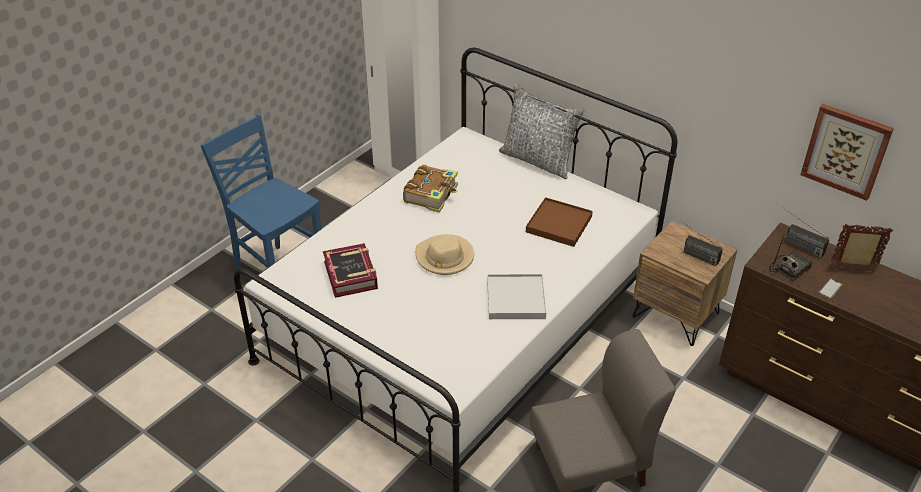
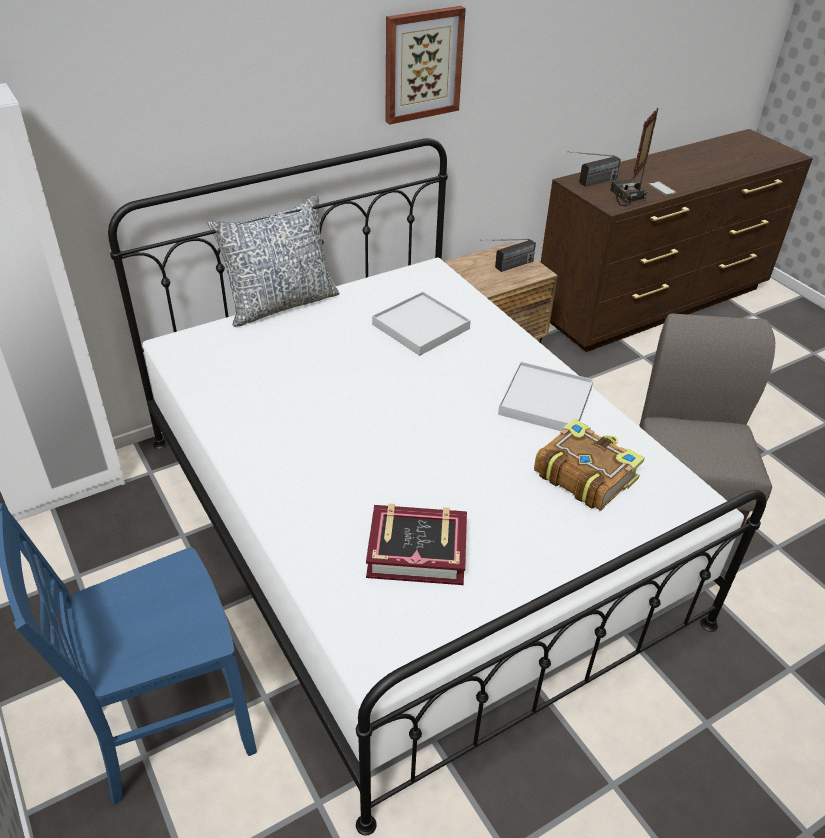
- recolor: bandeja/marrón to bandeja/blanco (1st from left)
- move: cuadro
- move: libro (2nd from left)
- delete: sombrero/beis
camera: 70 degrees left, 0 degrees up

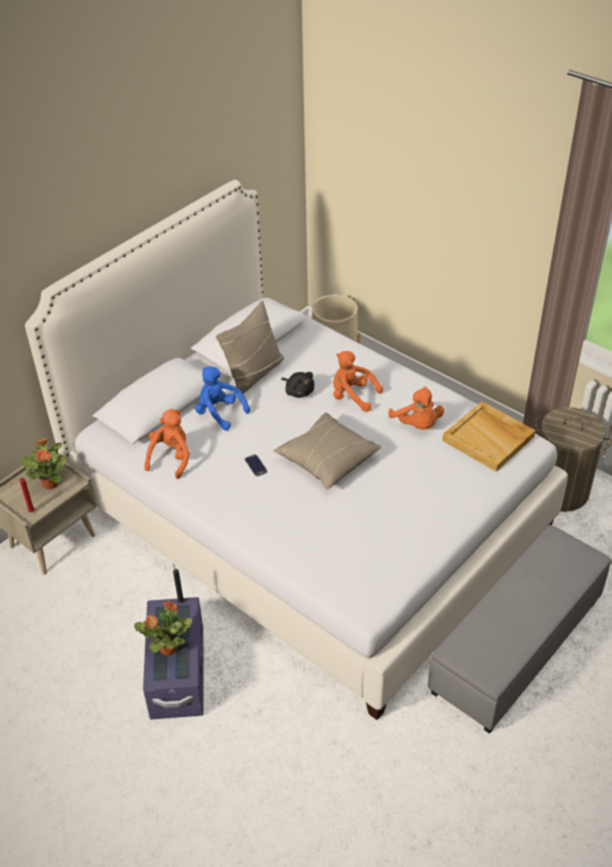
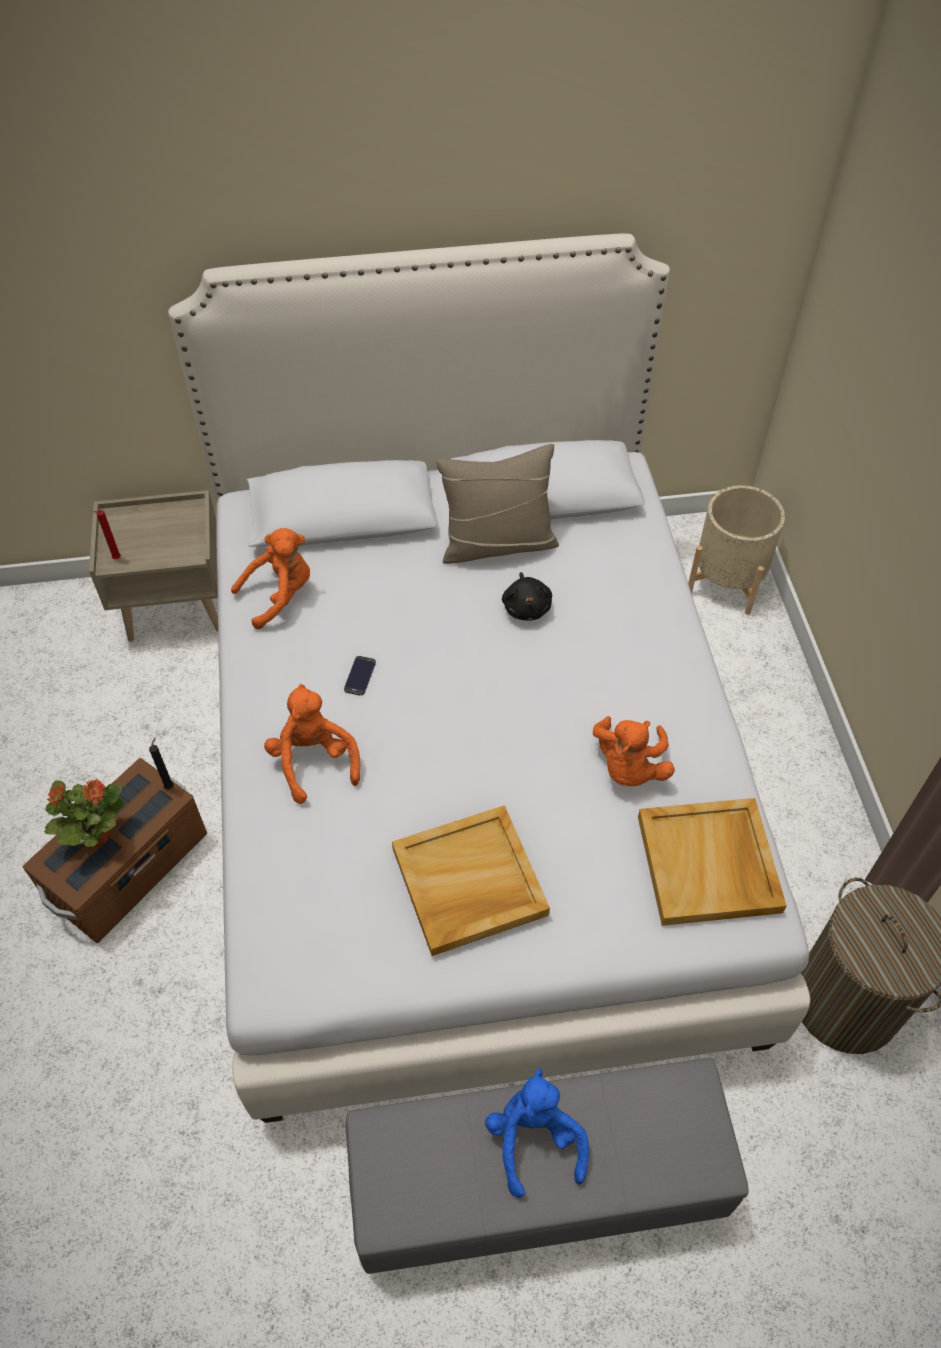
- recolor: caja de almacenaje/morado to caja de almacenaje/marrón
- move: peluche/naranja (2nd from left)
- insert: bandeja/beis (1st from left)
- move: peluche/azul
- delete: planta en maceta (1st from left)
- delete: cojín/beis (2nd from left)
camera: 40 degrees right, 10 degrees up

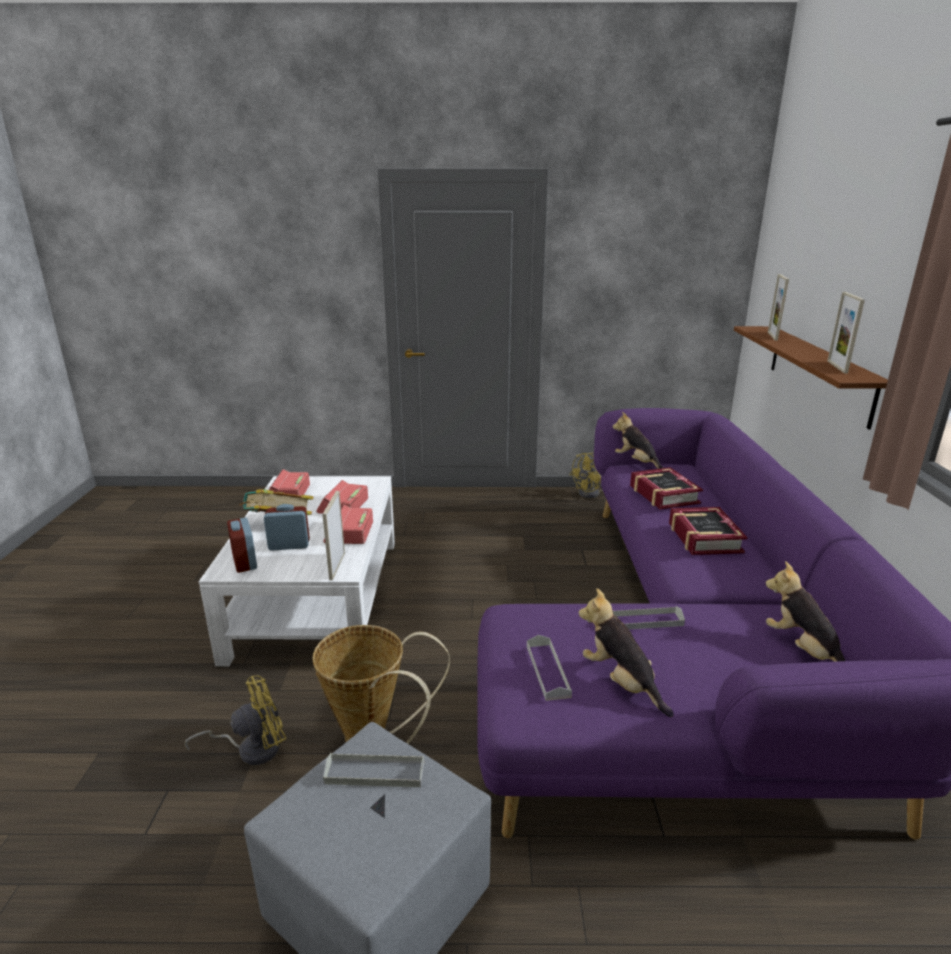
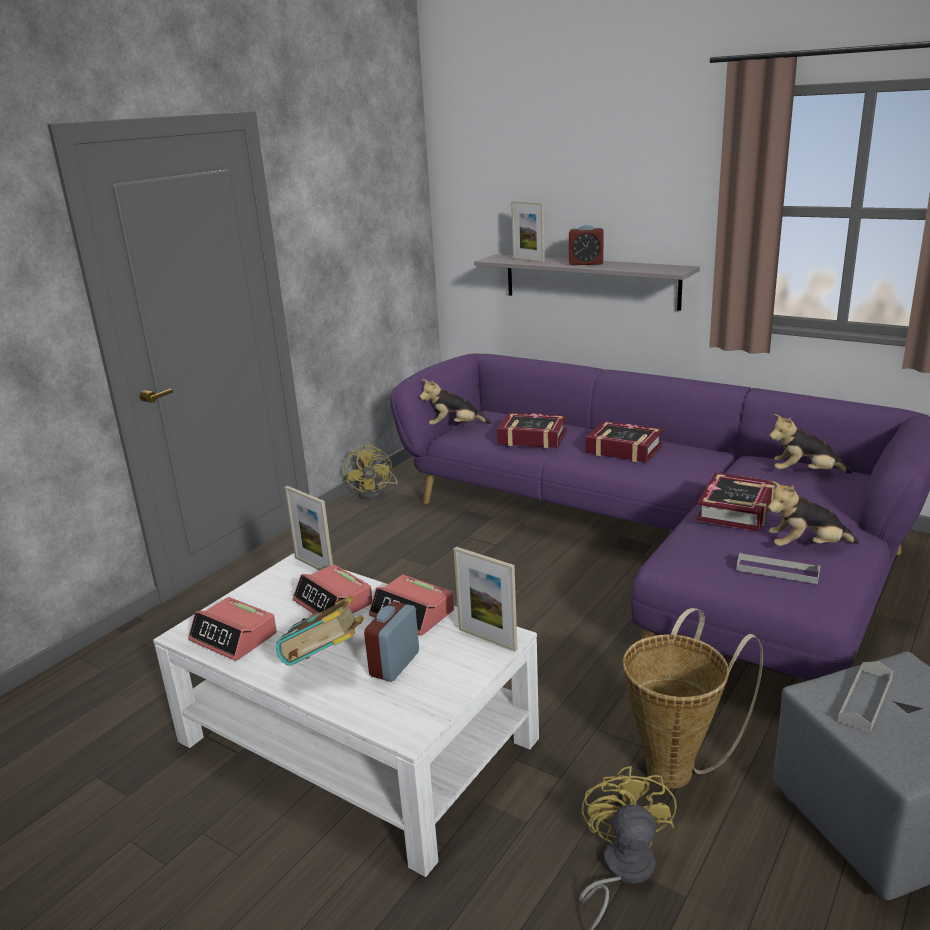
- move: portarretratos (3rd from left in the first image) to portarretratos (1st from left)
- recolor: estante/marrón to estante/gris
- move: despertador (1st from left in the first image) to despertador (5th from left)
- replace: bandeja/gris (3rd from left) to libro (4th from left)
camera: 55 degrees left, 0 degrees up

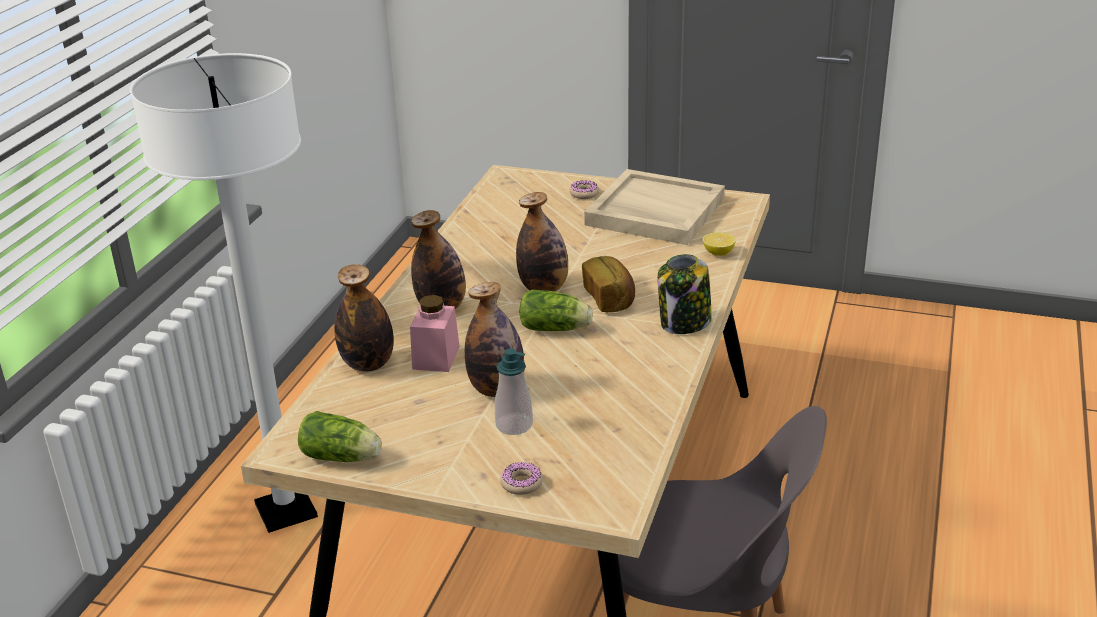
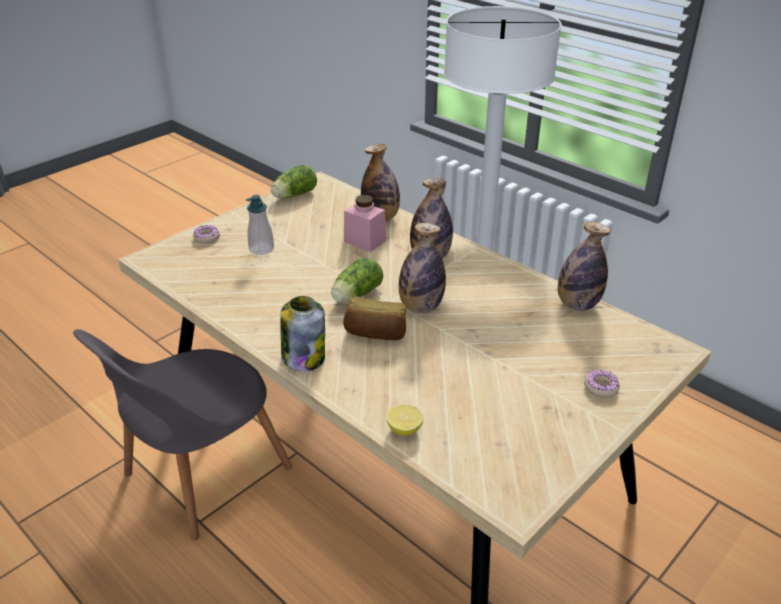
- move: botella (3rd from left in the first image) to botella (4th from left)
- delete: bandeja/beis
camera: 115 degrees right, 5 degrees up

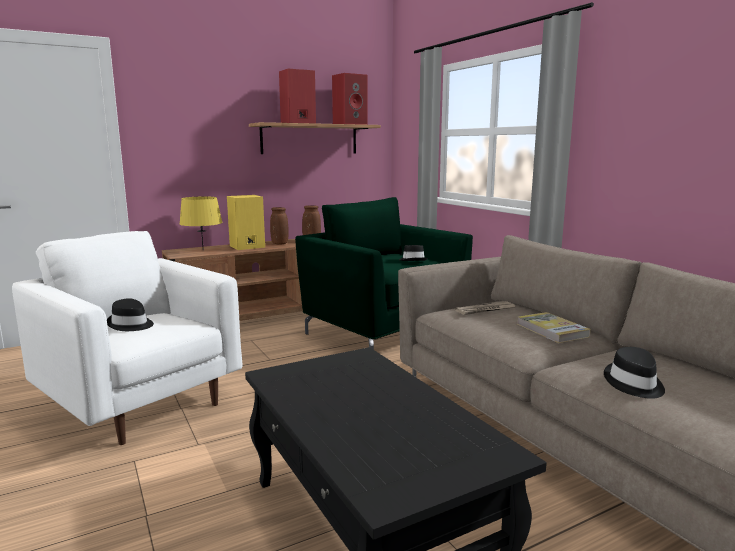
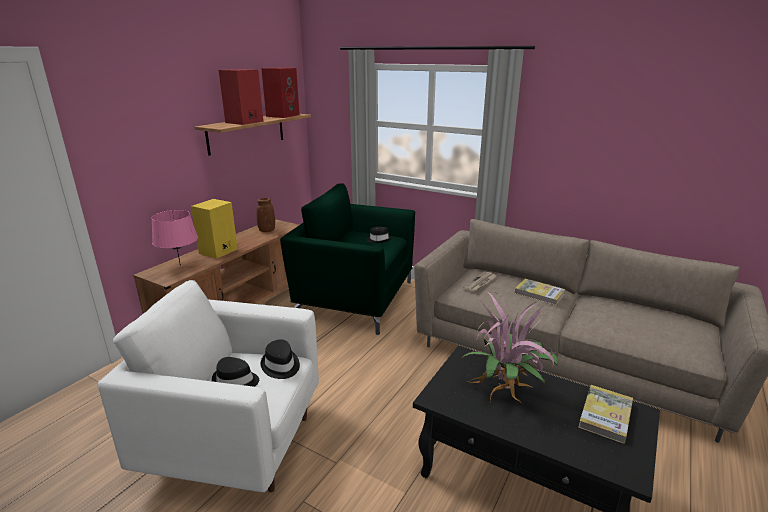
- recolor: lámpara de mesa/amarillo to lámpara de mesa/rosa
- move: sombrero/negro (3rd from left in the first image) to sombrero/negro (2nd from left)
- insert: planta en maceta
- insert: libro (2nd from left)
- delete: florero/marrón (1st from left)
camera: 30 degrees left, 10 degrees up

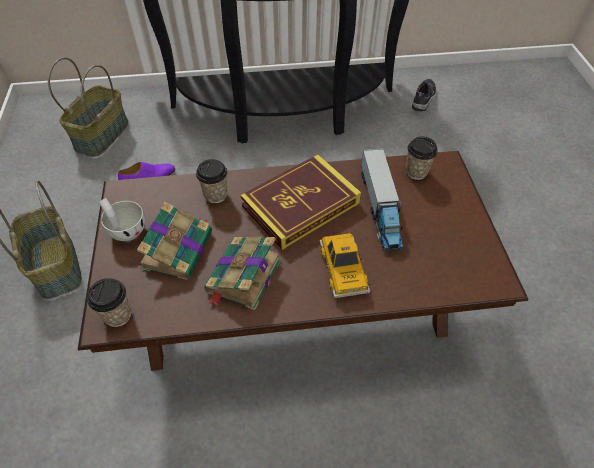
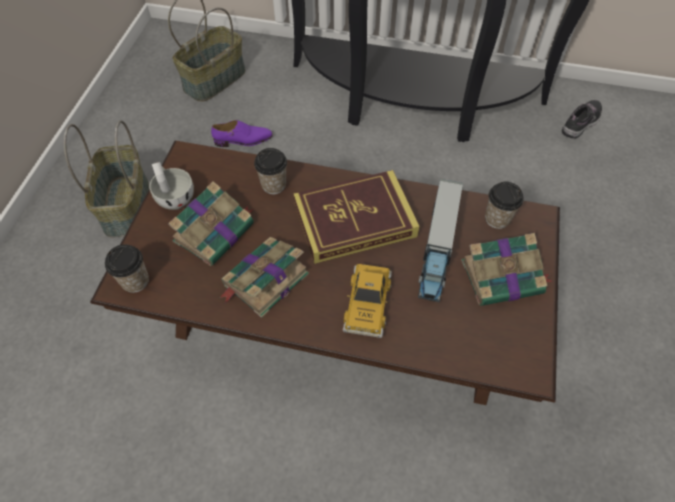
- insert: libro (4th from left)
camera: 20 degrees right, 5 degrees up

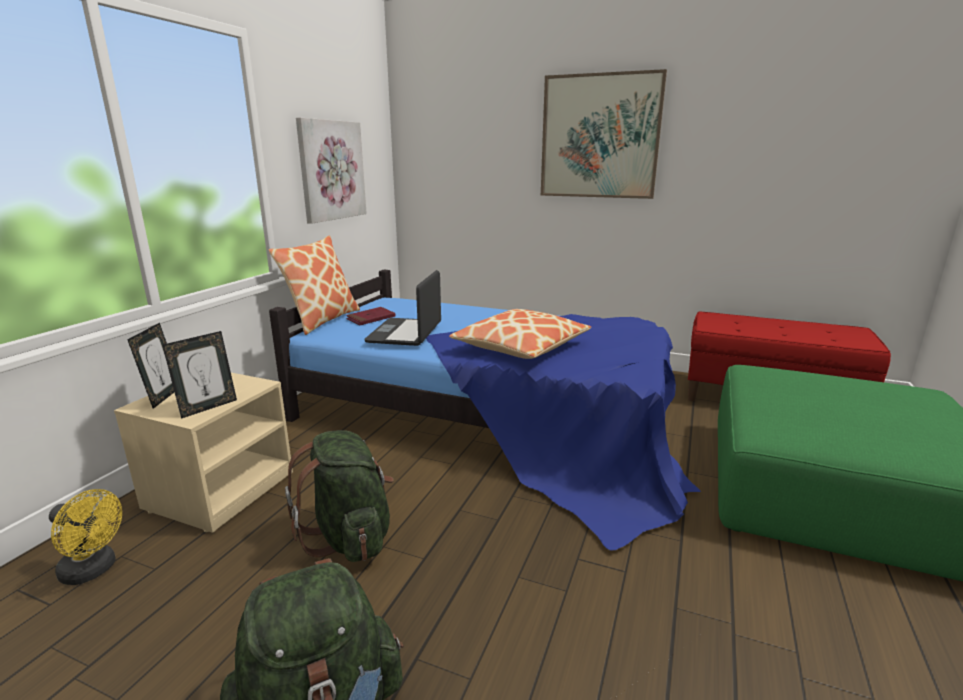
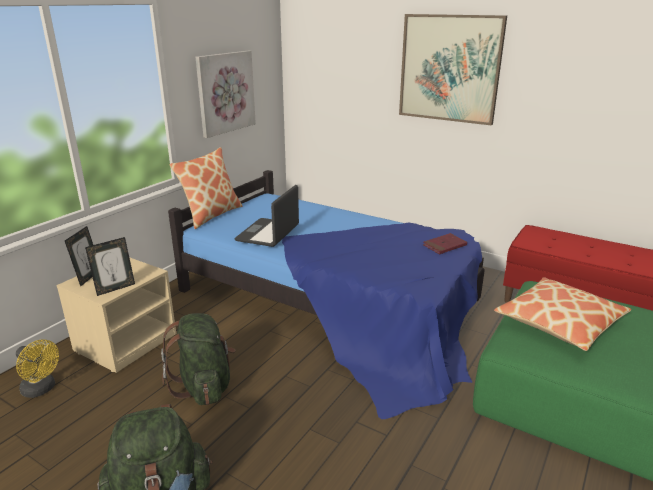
- move: libro/rojo
- move: cojín (2nd from left)
camera: 10 degrees right, 5 degrees up

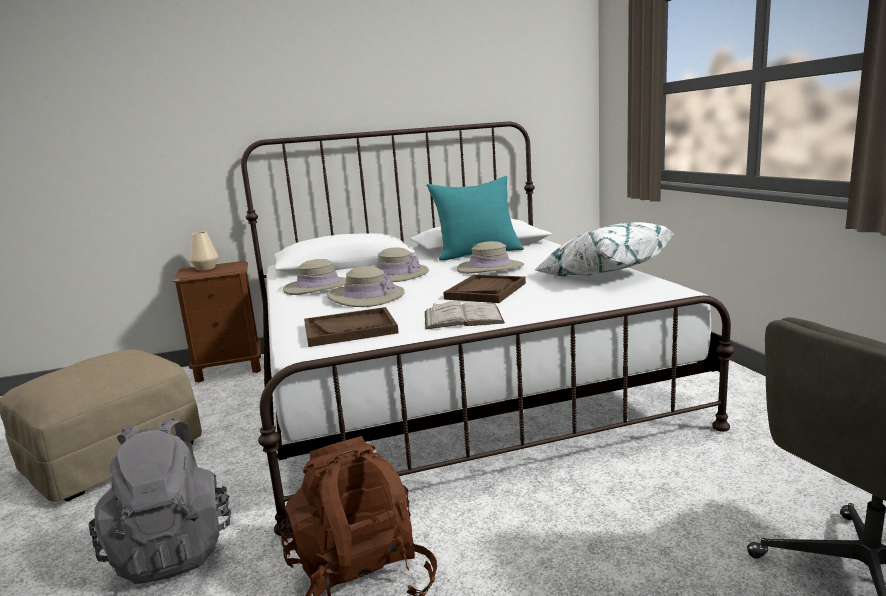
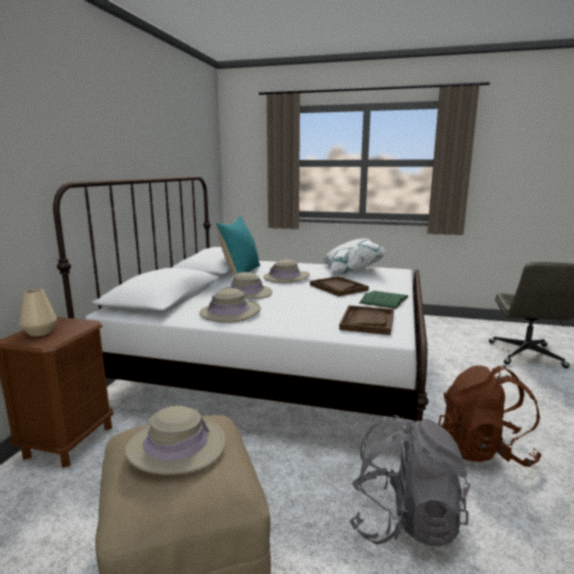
- move: sombrero/beis (2nd from left in the first image) to sombrero/beis (1st from left)
- recolor: libro/blanco to libro/verde
camera: 60 degrees left, 0 degrees up

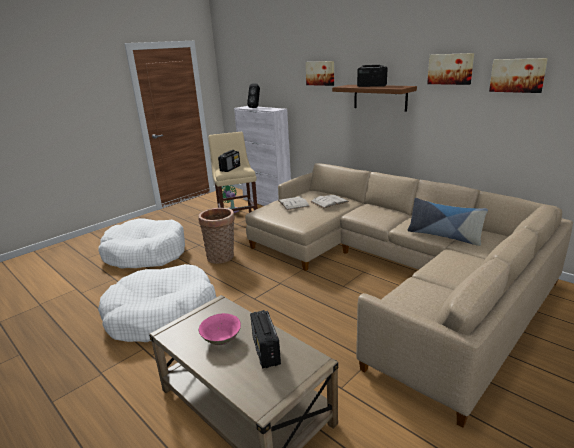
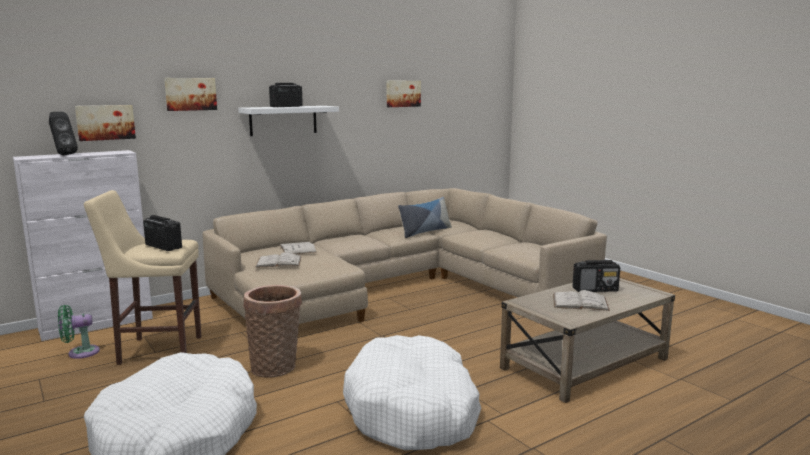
- move: cuadro (2nd from left in the first image) to cuadro (1st from left)
- recolor: estante/marrón to estante/blanco
- replace: cuenco/rosa to libro/blanco (3rd from left)
camera: 80 degrees left, 10 degrees down

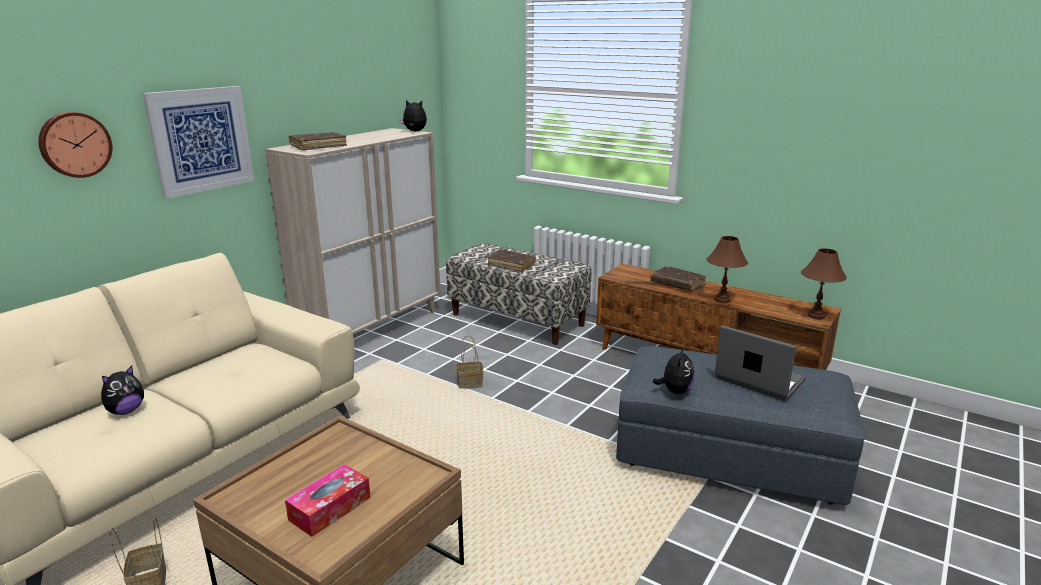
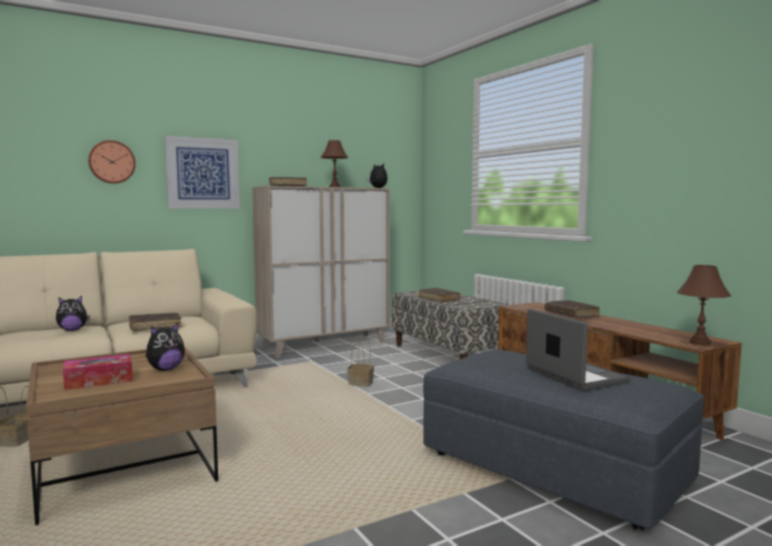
- insert: libro/marrón (1st from left)
- move: peluche (3rd from left in the first image) to peluche (2nd from left)
- move: lámpara de mesa/marrón (1st from left)
camera: 25 degrees right, 15 degrees down

